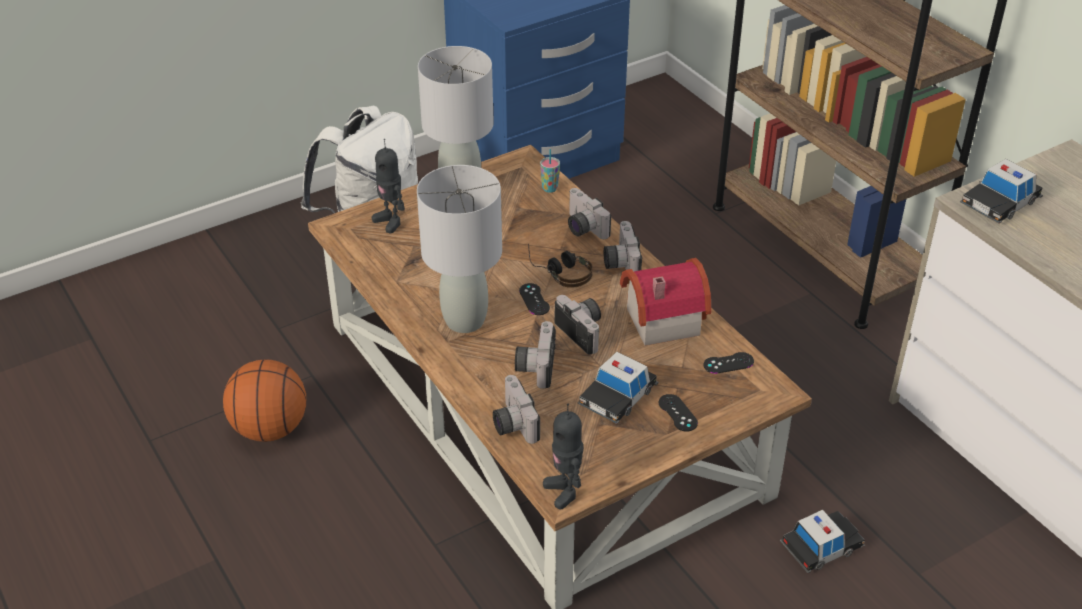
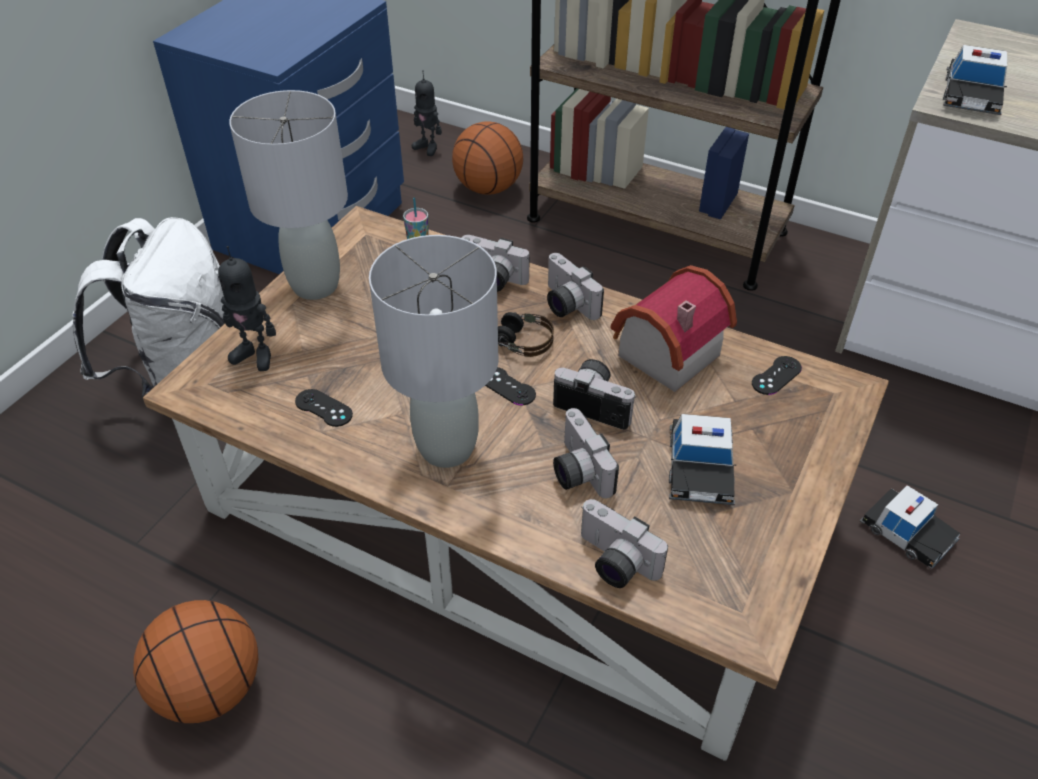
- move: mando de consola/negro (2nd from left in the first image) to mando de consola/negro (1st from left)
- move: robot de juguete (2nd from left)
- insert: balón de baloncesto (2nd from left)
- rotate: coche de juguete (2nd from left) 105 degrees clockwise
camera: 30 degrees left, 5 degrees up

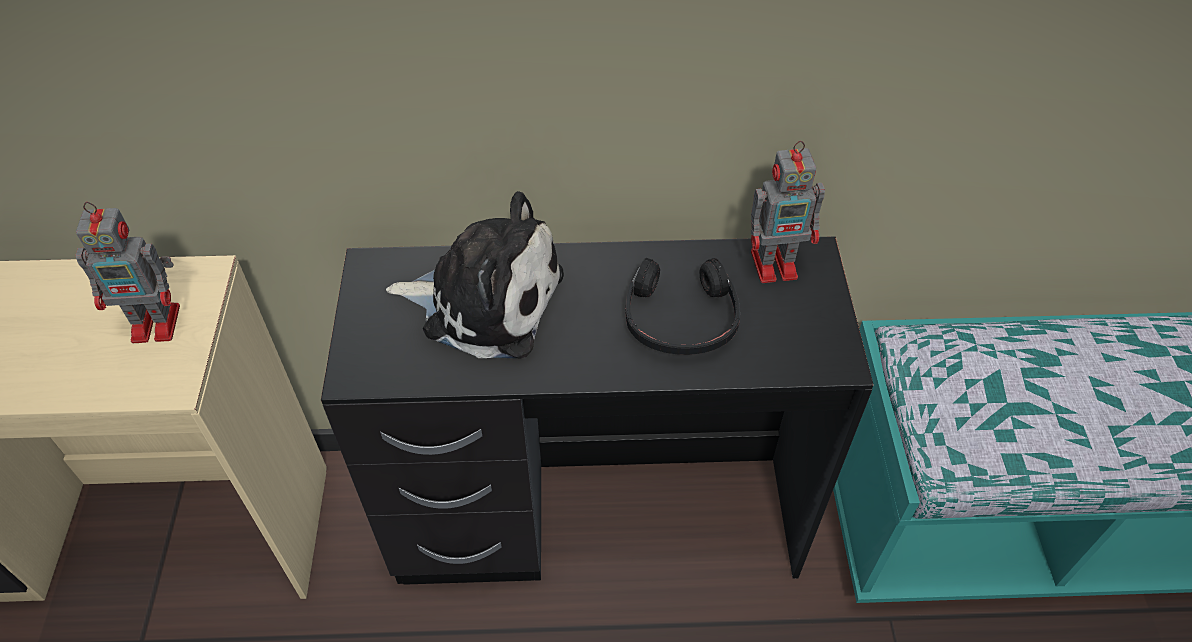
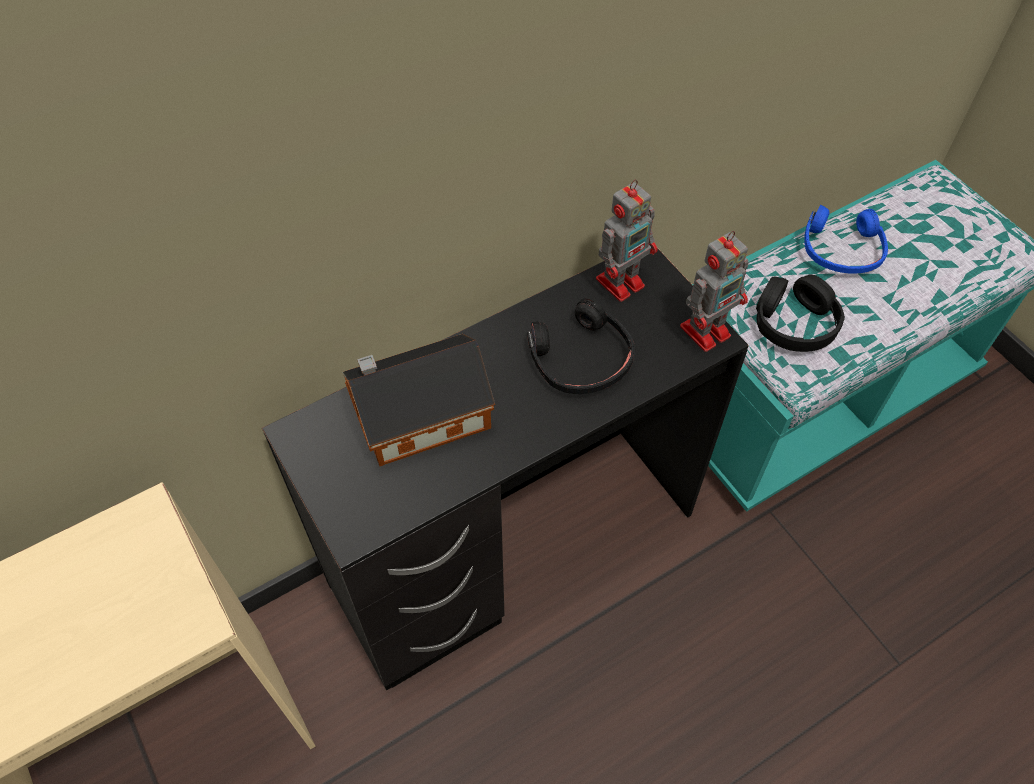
- replace: peluche to casita
- move: robot de juguete (1st from left in the first image) to robot de juguete (2nd from left)
- insert: auriculares/negro (2nd from left)
- insert: auriculares/azul
camera: 30 degrees left, 5 degrees up

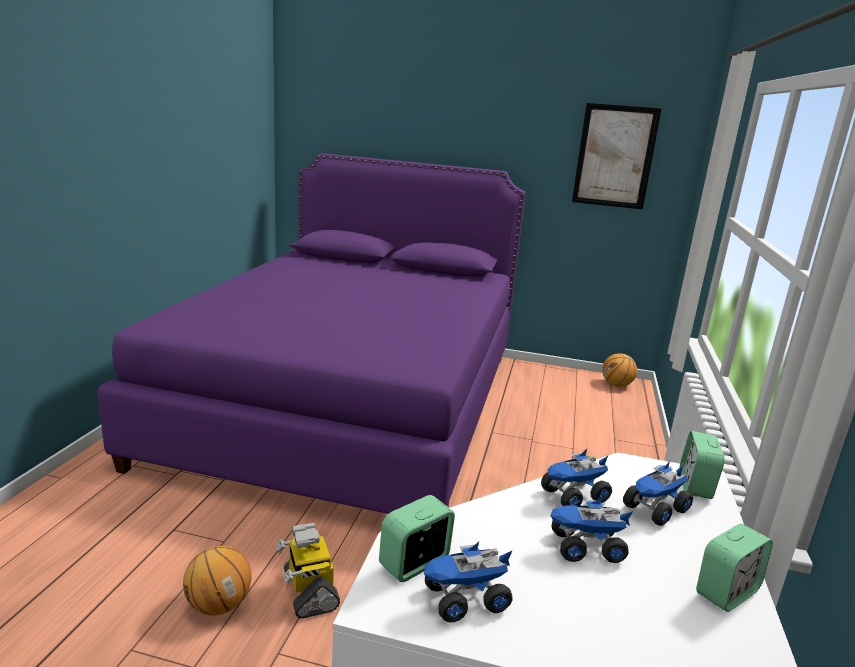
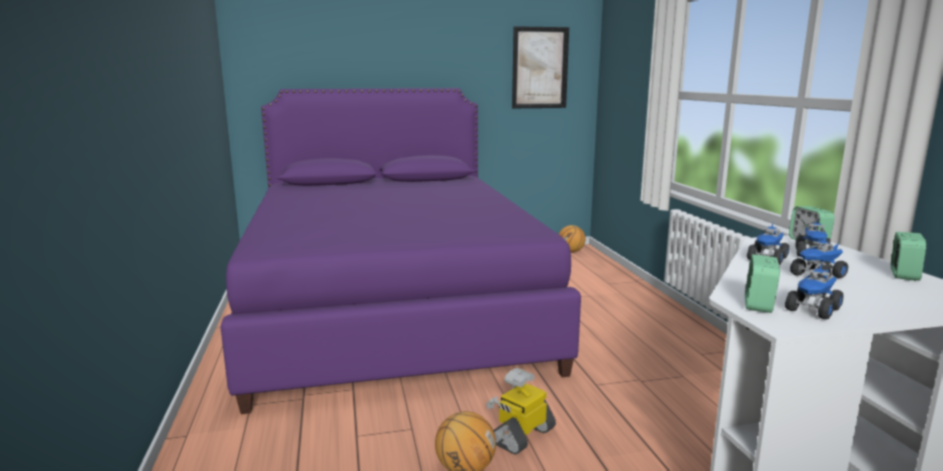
- rotate: robot de juguete 90 degrees clockwise
camera: 25 degrees left, 5 degrees down

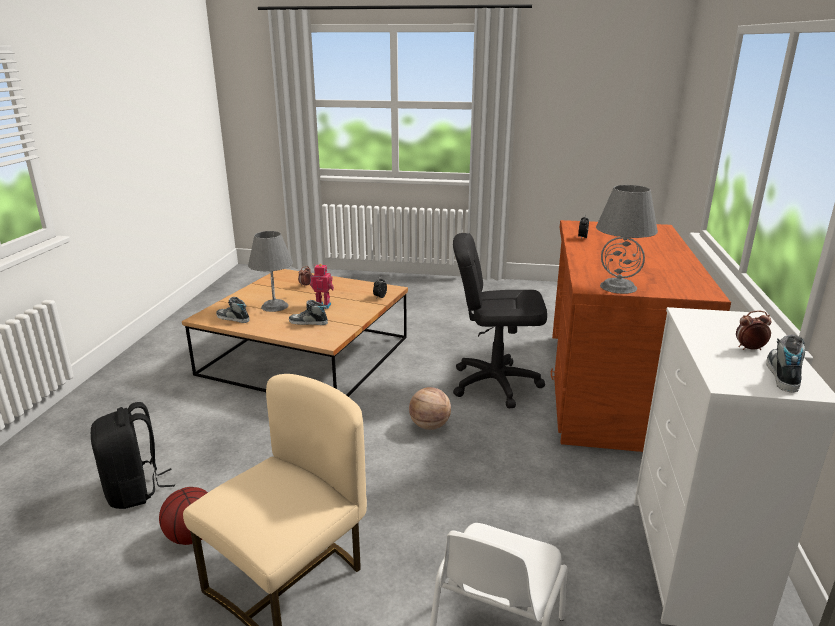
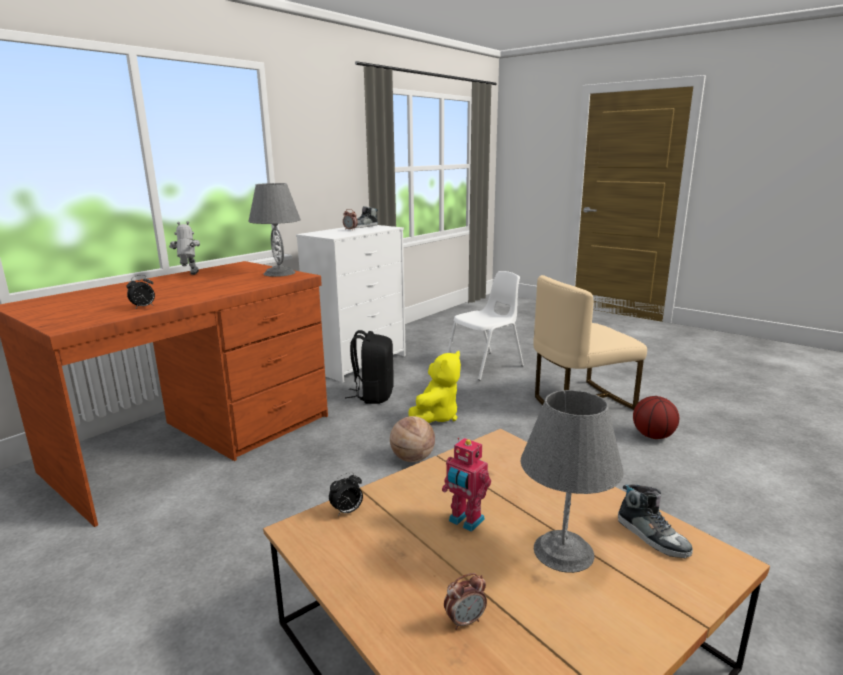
- insert: robot de juguete (1st from left)
- move: mochila/negro
- insert: peluche/amarillo
- delete: zapato (2nd from left)
- delete: silla de oficina/negro
camera: 150 degrees left, 5 degrees down

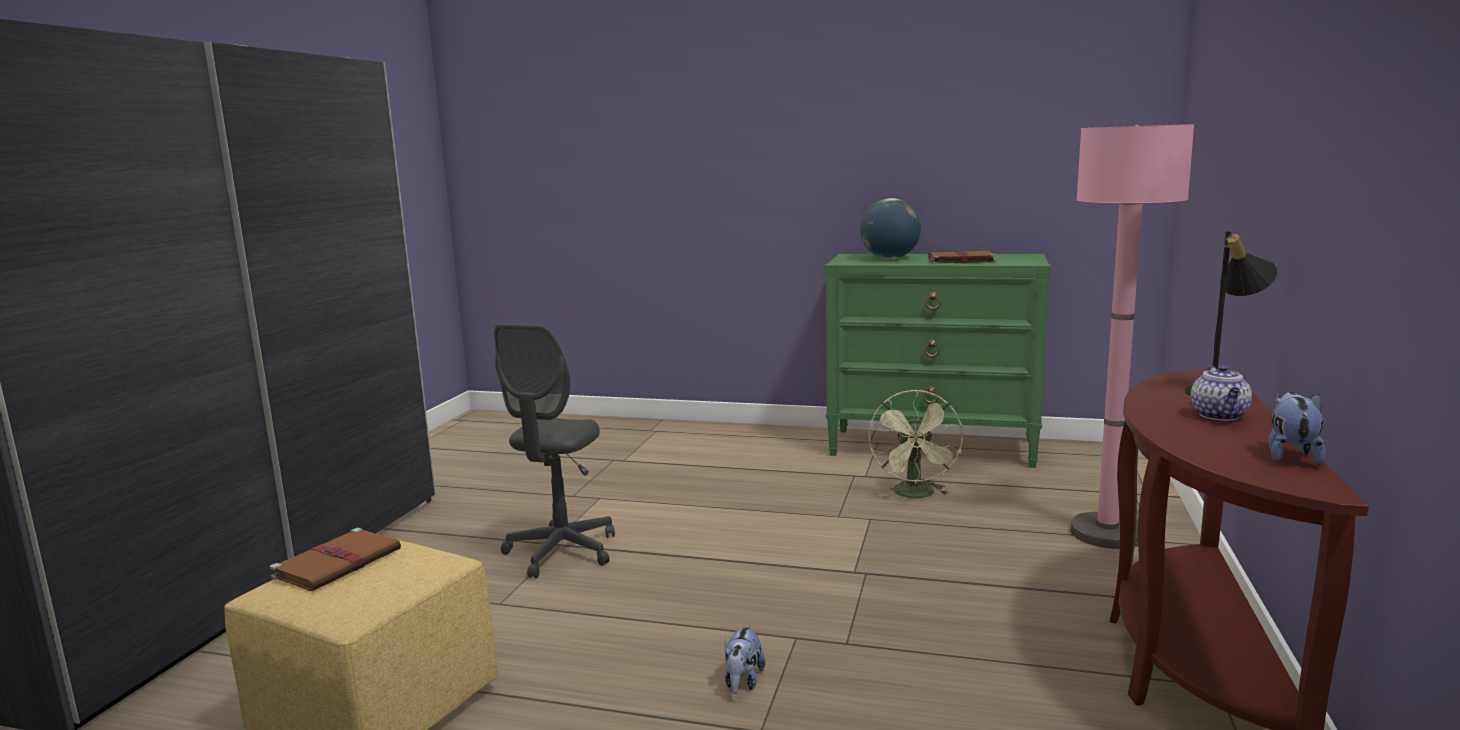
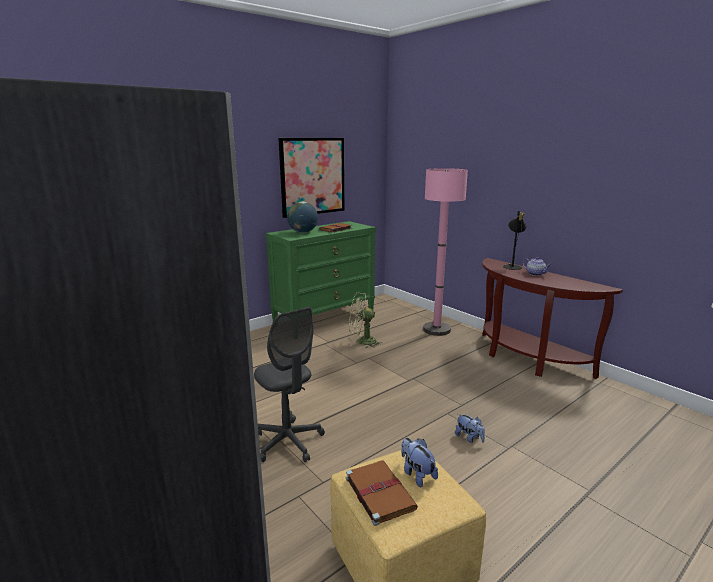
- insert: cuadro
- rotate: ventilador/verde 135 degrees clockwise
- move: peluche (2nd from left in the first image) to peluche (1st from left)
camera: 55 degrees left, 5 degrees up

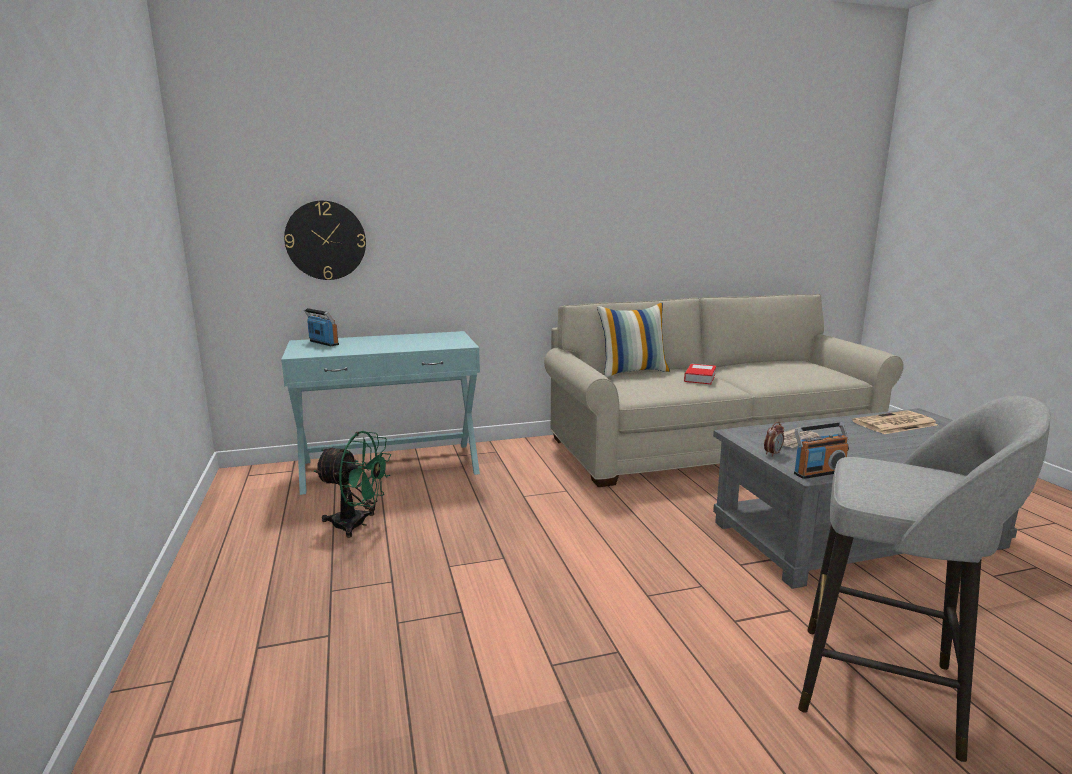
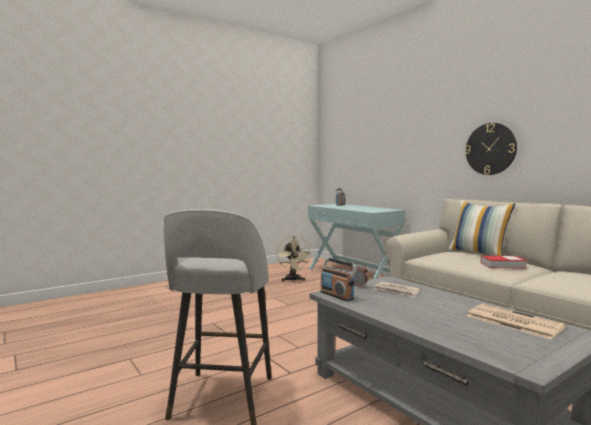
- recolor: ventilador/verde to ventilador/beis
- move: reloj de pared
camera: 70 degrees right, 10 degrees down

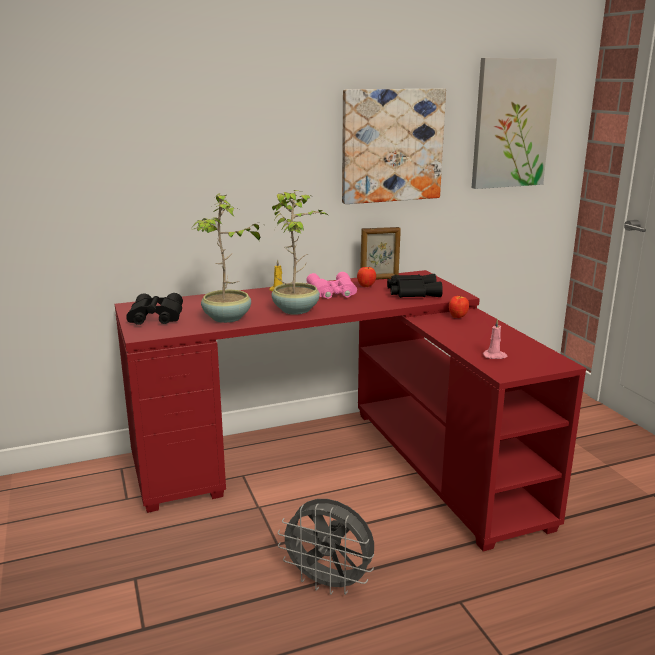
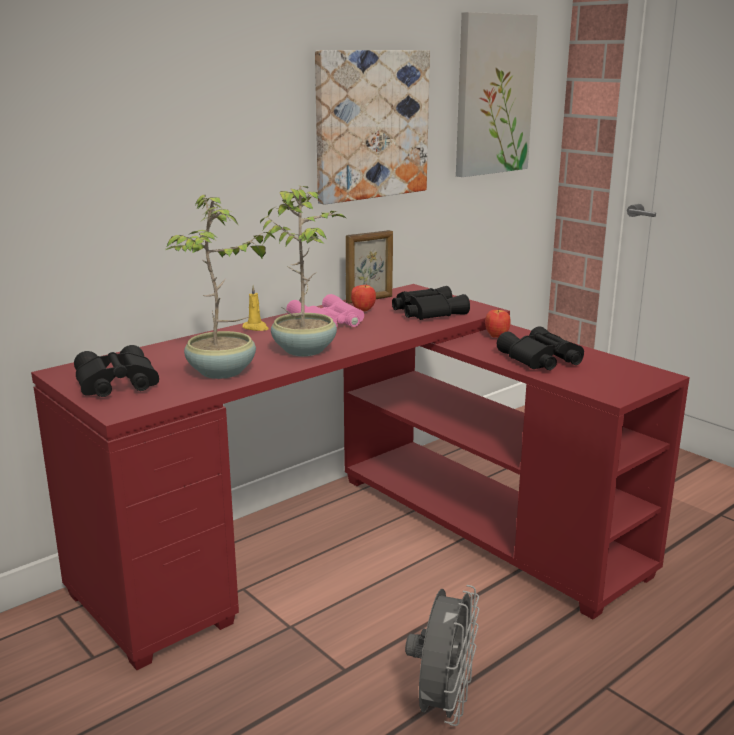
- rotate: ventilador/gris 75 degrees counterclockwise
- insert: prismáticos/negro (3rd from left)
- delete: vela/rosa
camera: 20 degrees left, 0 degrees up

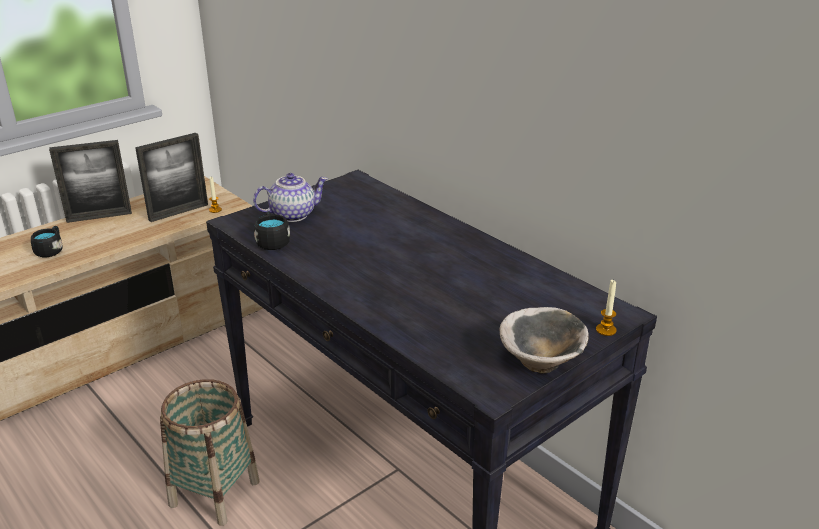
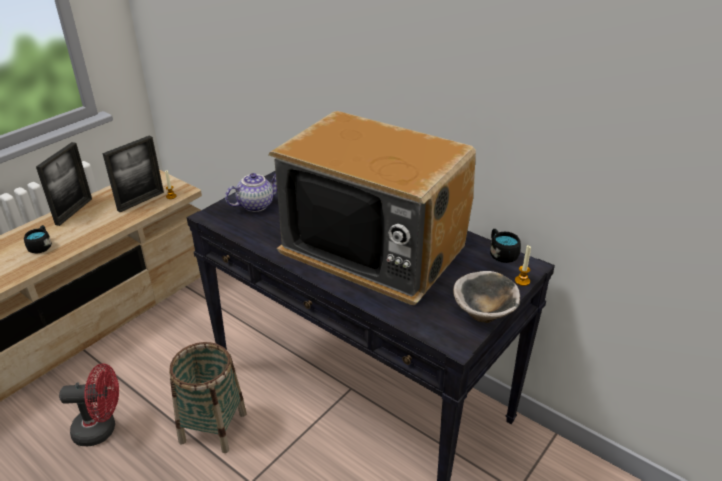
- rotate: portarretratos (1st from left) 45 degrees counterclockwise
- insert: ventilador/rojo
- insert: televisor
- move: taza grande/negro (2nd from left)
camera: 10 degrees left, 5 degrees up

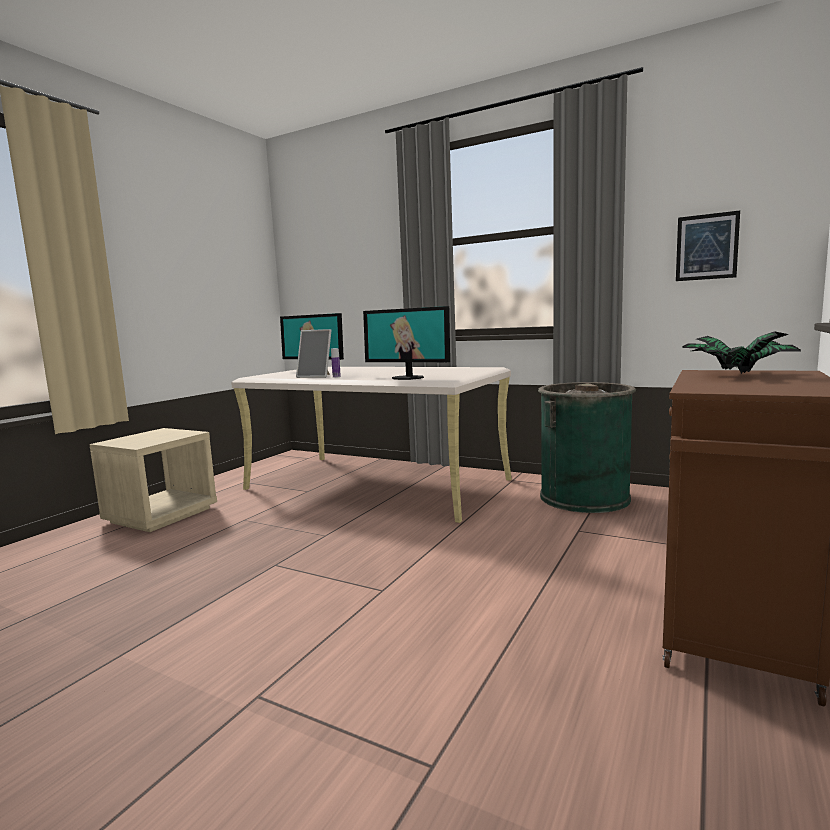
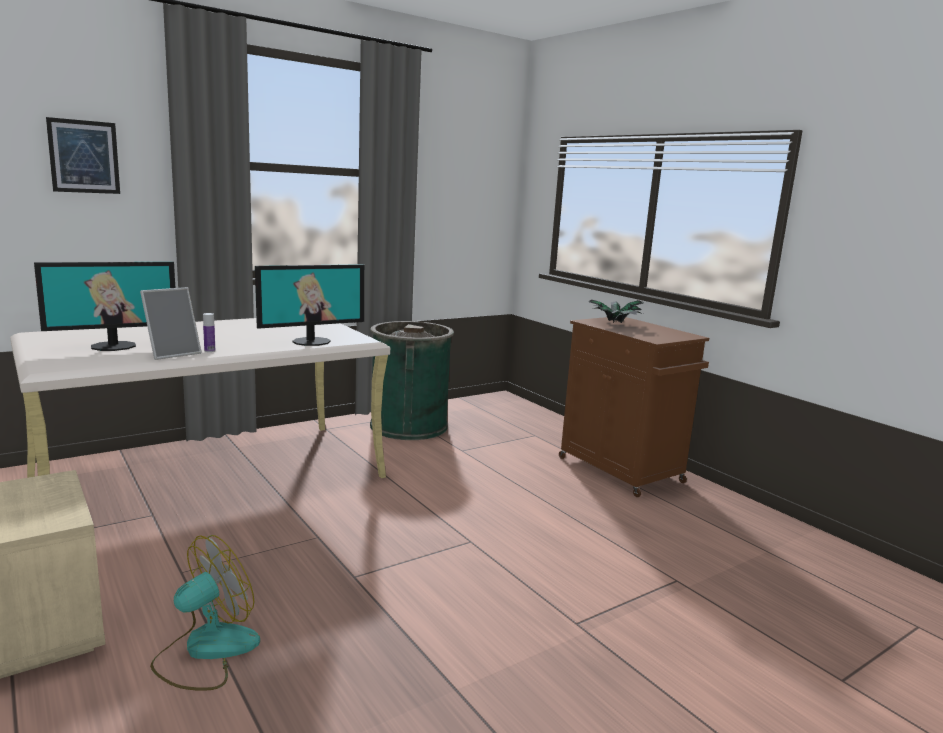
- move: cuadro
- insert: ventilador
camera: 65 degrees left, 5 degrees up

